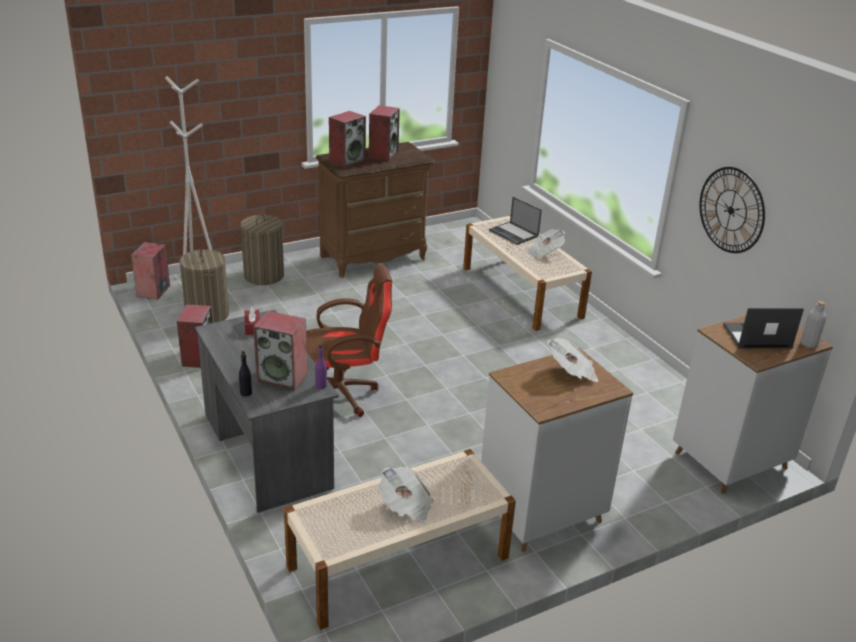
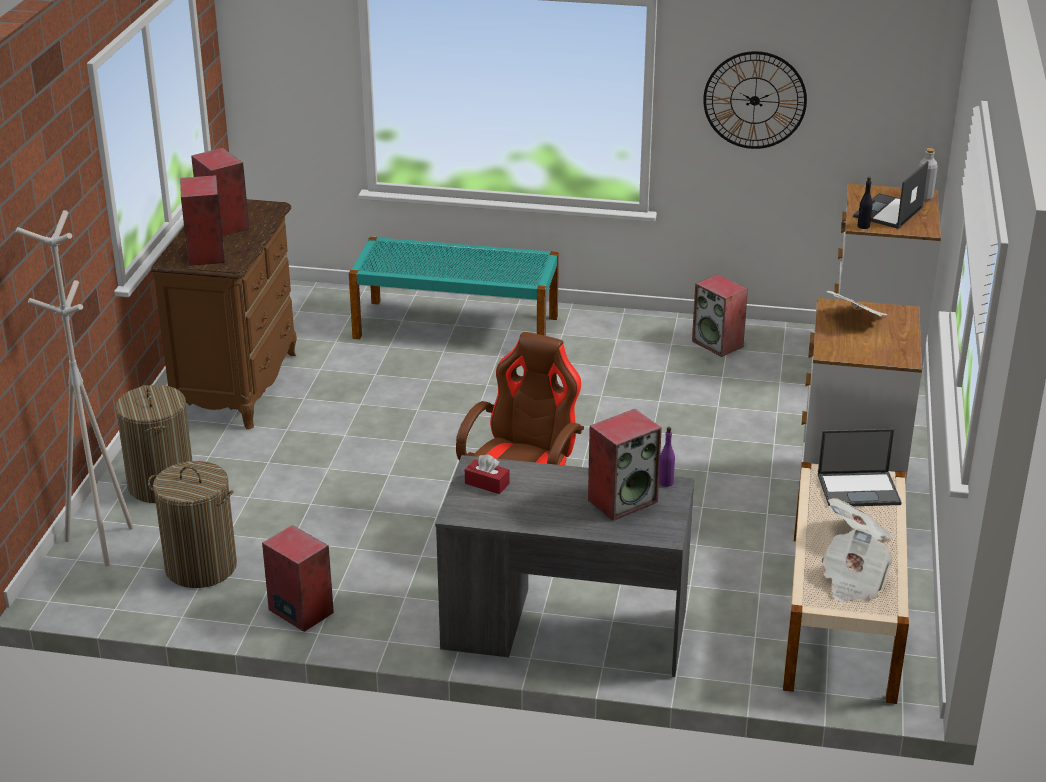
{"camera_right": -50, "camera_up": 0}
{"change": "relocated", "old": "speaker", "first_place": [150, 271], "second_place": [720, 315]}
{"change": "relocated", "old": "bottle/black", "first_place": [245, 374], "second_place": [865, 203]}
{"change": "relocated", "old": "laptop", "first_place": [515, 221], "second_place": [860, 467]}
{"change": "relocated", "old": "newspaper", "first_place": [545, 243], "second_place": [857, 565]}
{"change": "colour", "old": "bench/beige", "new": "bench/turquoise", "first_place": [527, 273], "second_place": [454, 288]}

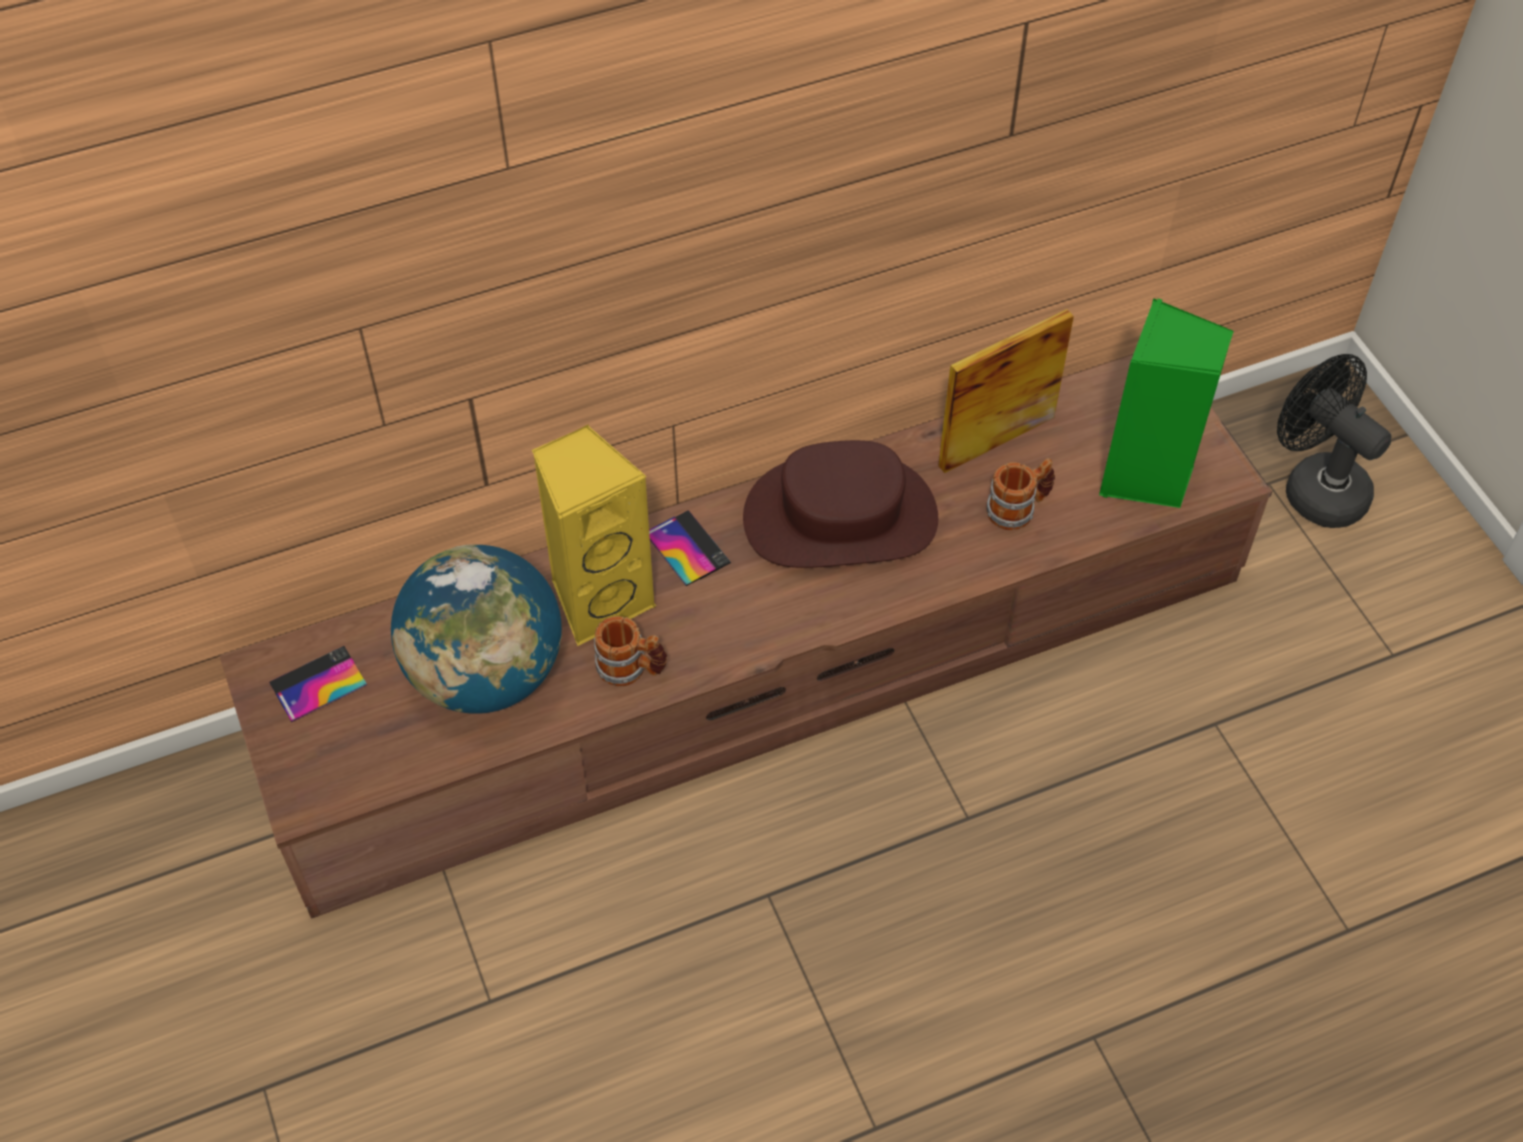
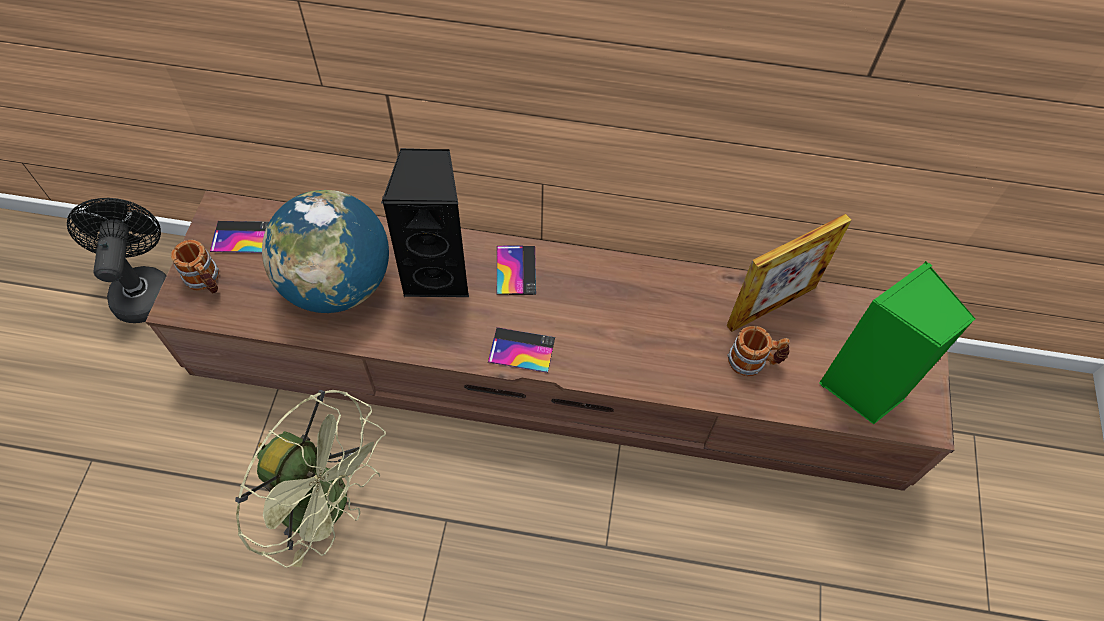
{"camera_right": 30, "camera_up": 5}
{"change": "missing", "old": "hat/brown", "first_place": [840, 504]}
{"change": "appeared", "new": "fan/green", "second_place": [310, 479]}
{"change": "appeared", "new": "phone", "second_place": [521, 350]}
{"change": "relocated", "old": "mug", "first_place": [630, 651], "second_place": [195, 266]}
{"change": "relocated", "old": "fan/black", "first_place": [1334, 441], "second_place": [117, 260]}
{"change": "colour", "old": "speaker/yellow", "new": "speaker/black", "first_place": [594, 535], "second_place": [425, 222]}
{"change": "spun", "old": "picture frame", "first_place": [1006, 391], "second_place": [789, 273], "degrees": 150}

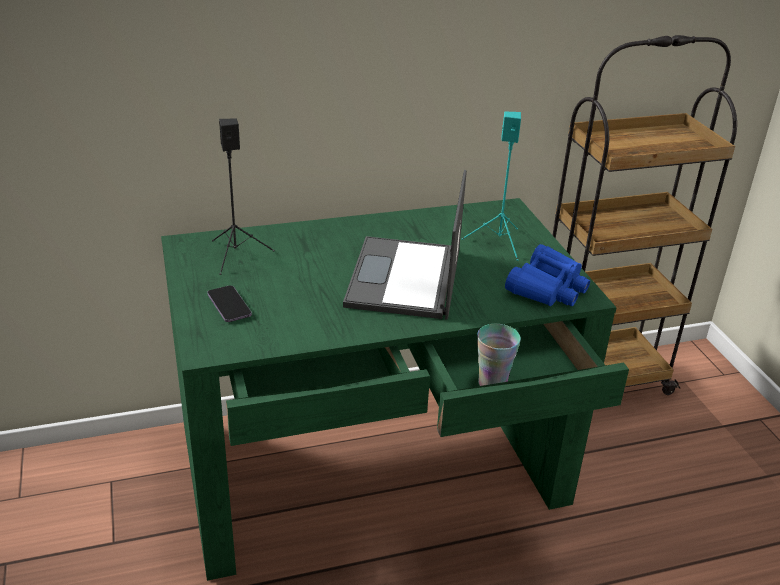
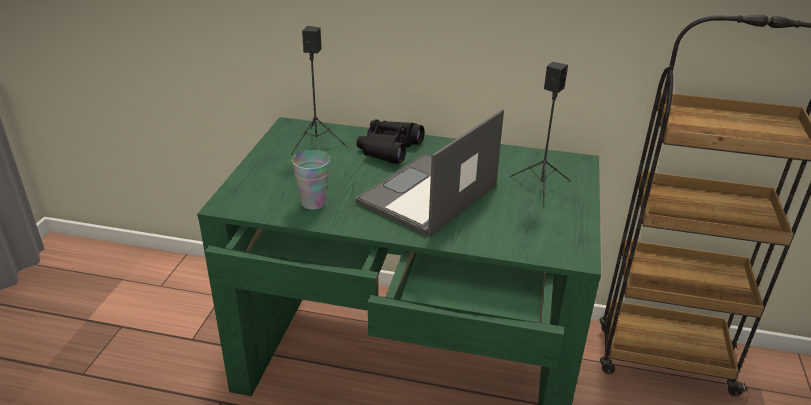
{"camera_right": 30, "camera_up": 0}
{"change": "missing", "old": "phone", "first_place": [229, 303]}
{"change": "missing", "old": "binoculars/blue", "first_place": [547, 275]}
{"change": "appeared", "new": "binoculars/black", "second_place": [390, 141]}
{"change": "relocated", "old": "cup", "first_place": [499, 355], "second_place": [311, 180]}
{"change": "colour", "old": "speaker/turquoise", "new": "speaker/black", "first_place": [491, 186], "second_place": [540, 135]}

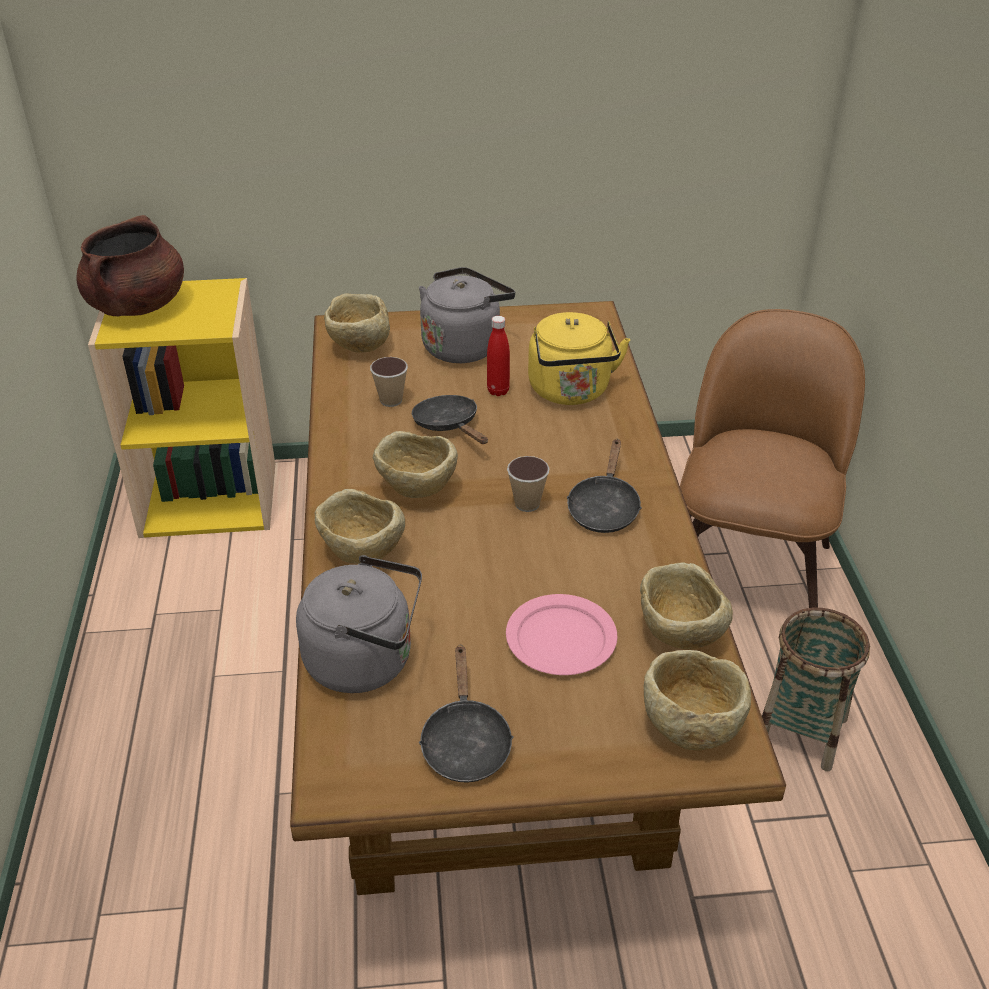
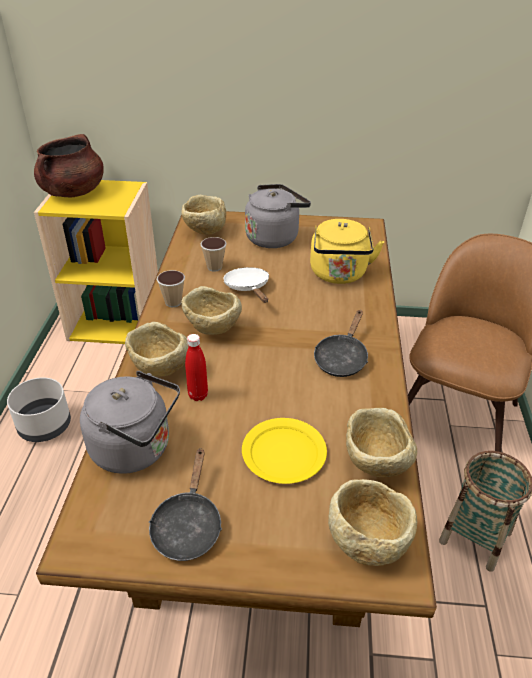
{"camera_right": 10, "camera_up": 0}
{"change": "appeared", "new": "planter/grey", "second_place": [39, 410]}
{"change": "relocated", "old": "bottle/red", "first_place": [498, 356], "second_place": [196, 367]}
{"change": "relocated", "old": "cup", "first_place": [528, 484], "second_place": [171, 288]}
{"change": "colour", "old": "frying pan/black", "new": "frying pan/white", "first_place": [450, 419], "second_place": [246, 285]}
{"change": "colour", "old": "plate/pink", "new": "plate/yellow", "first_place": [561, 634], "second_place": [284, 451]}

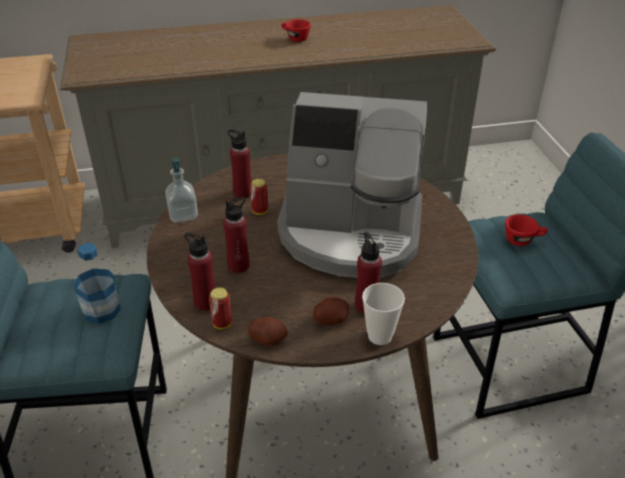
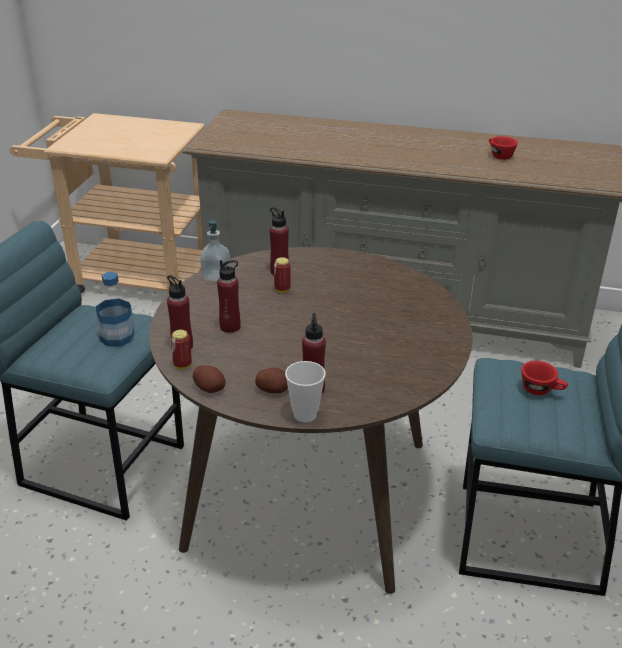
{"camera_right": 25, "camera_up": -5}
{"change": "missing", "old": "coffee machine", "first_place": [352, 185]}
{"change": "relocated", "old": "cup/red", "first_place": [296, 30], "second_place": [503, 148]}

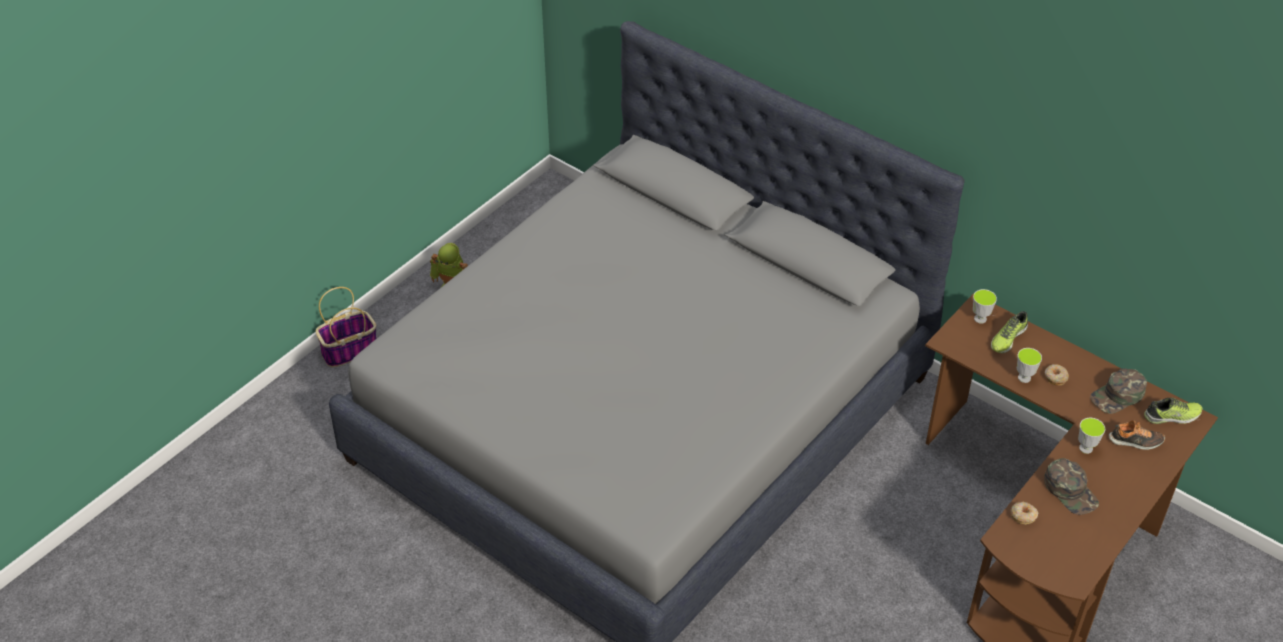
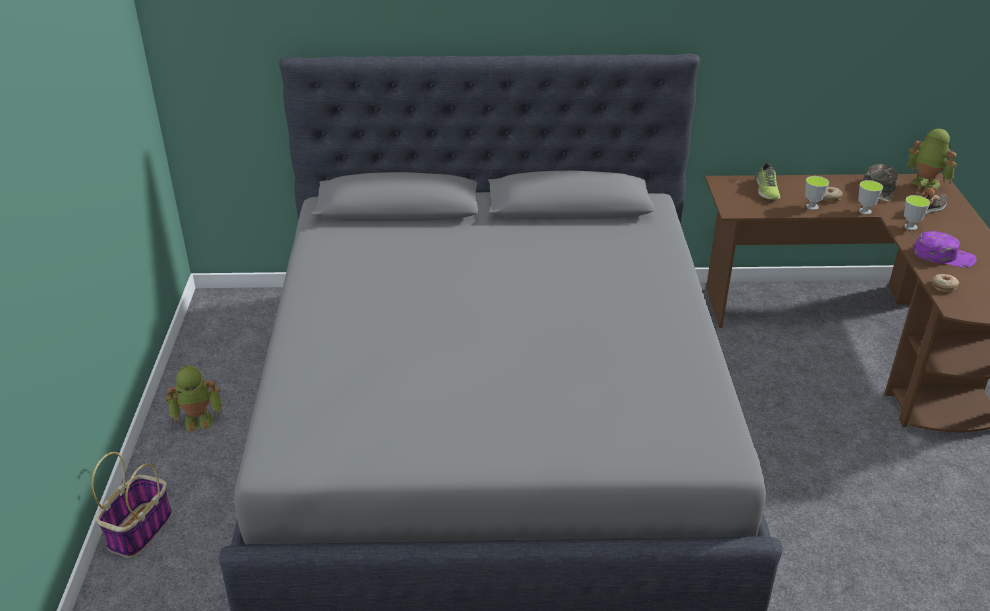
{"camera_right": -40, "camera_up": -10}
{"change": "relocated", "old": "cup", "first_place": [985, 306], "second_place": [870, 197]}
{"change": "exchanged", "old": "shoe", "new": "toy robot", "first_place": [1173, 411], "second_place": [932, 159]}
{"change": "colour", "old": "cap/green", "new": "cap/purple", "first_place": [1071, 486], "second_place": [944, 249]}

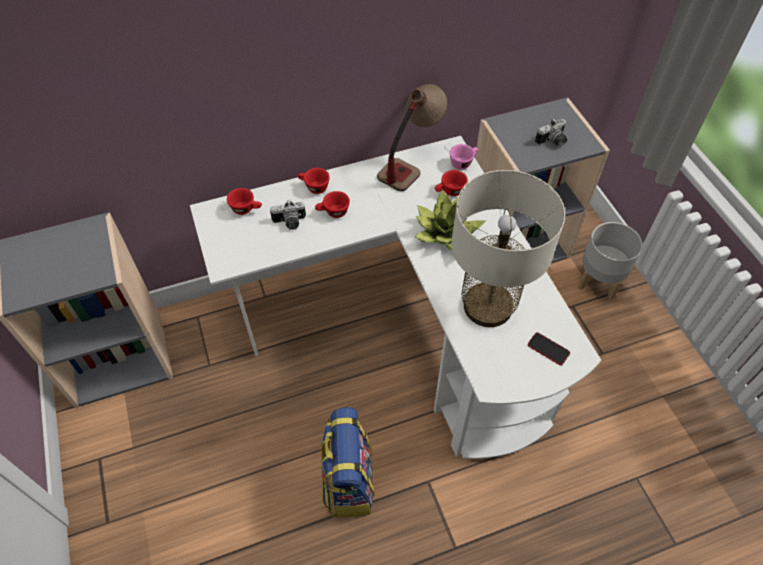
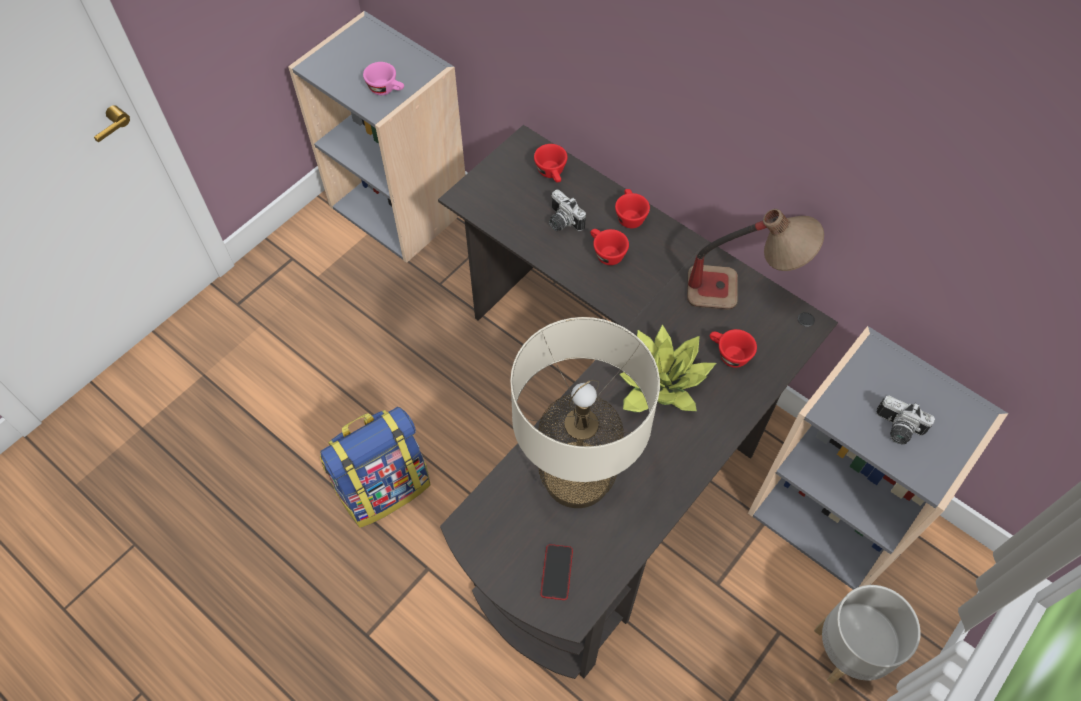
{"camera_right": 60, "camera_up": 5}
{"change": "relocated", "old": "cup/pink", "first_place": [463, 157], "second_place": [383, 78]}
{"change": "colour", "old": "desk/white", "new": "desk/black", "first_place": [395, 297], "second_place": [638, 402]}

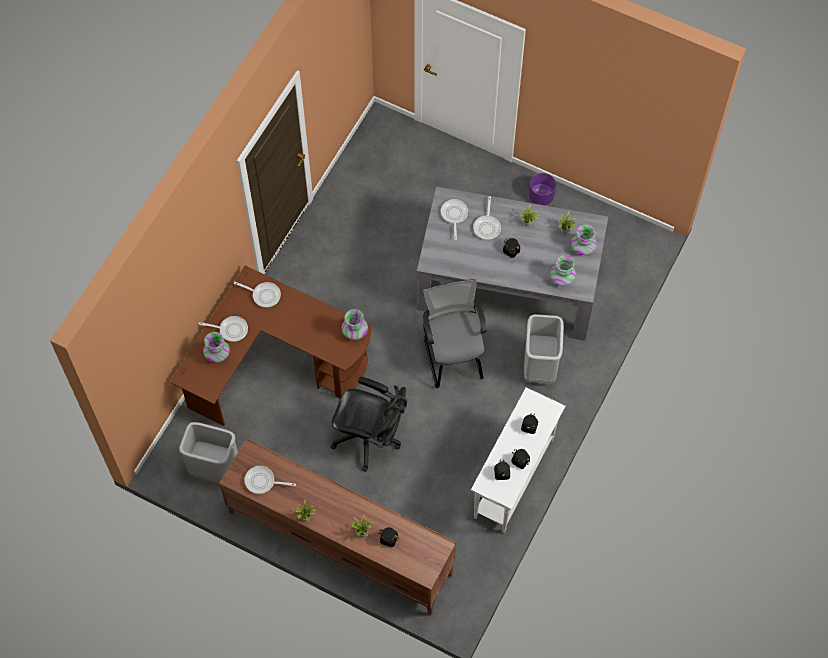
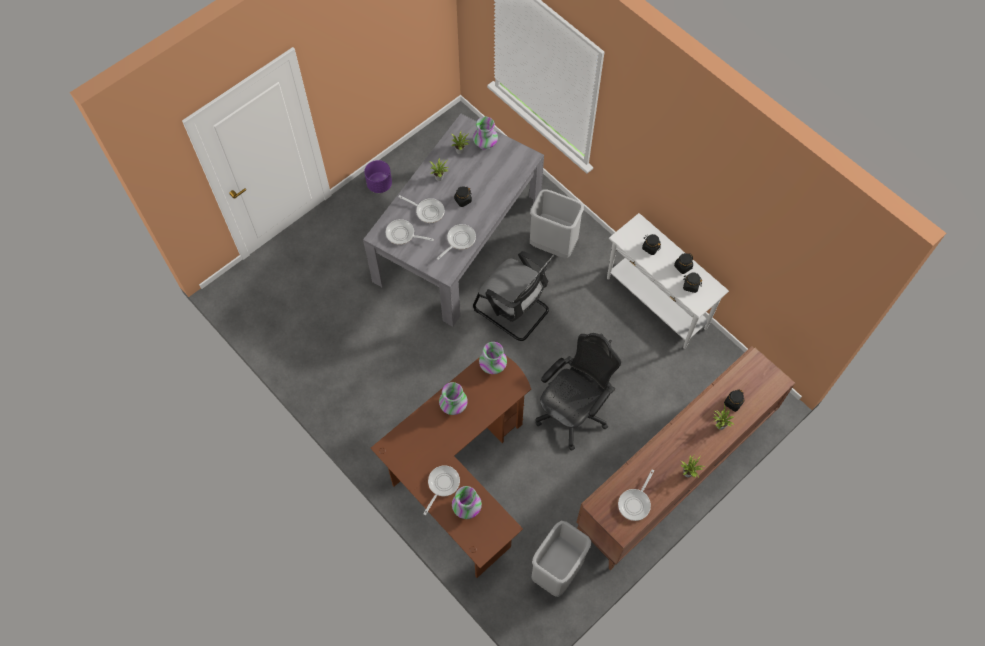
{"camera_right": -70, "camera_up": 0}
{"change": "relocated", "old": "frying pan", "first_place": [257, 295], "second_place": [456, 242]}
{"change": "relocated", "old": "vase", "first_place": [563, 270], "second_place": [453, 398]}
{"change": "spun", "old": "chair", "first_place": [455, 333], "second_place": [513, 296], "degrees": -150}

